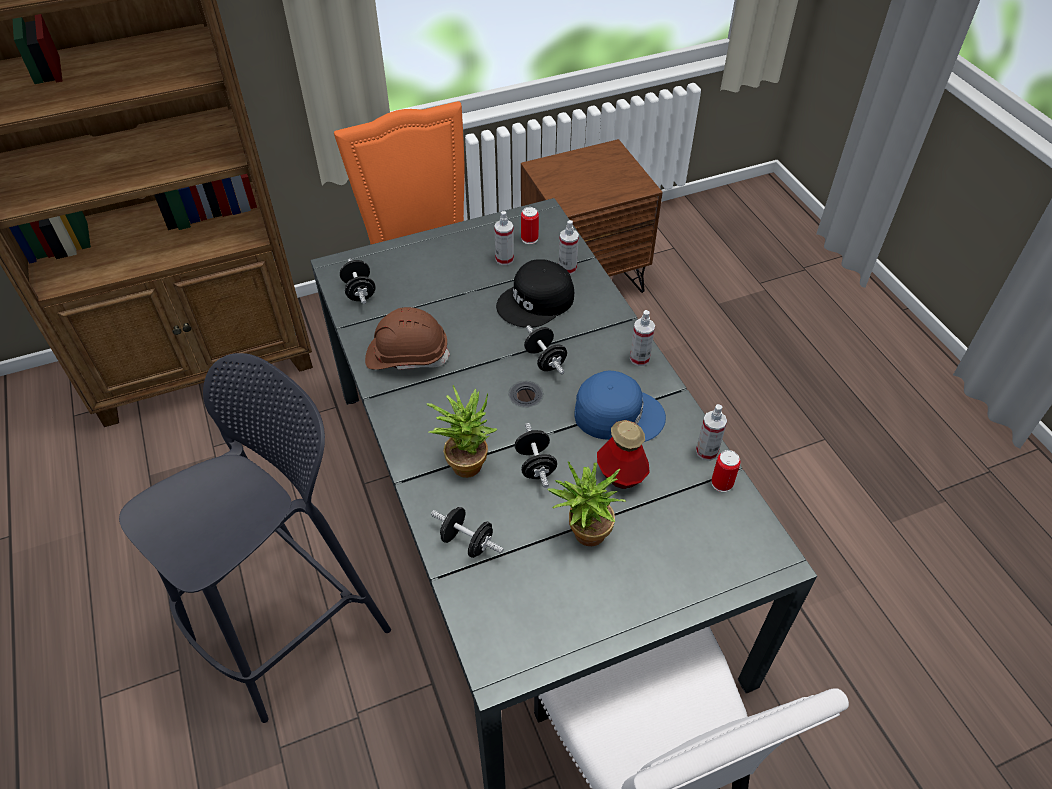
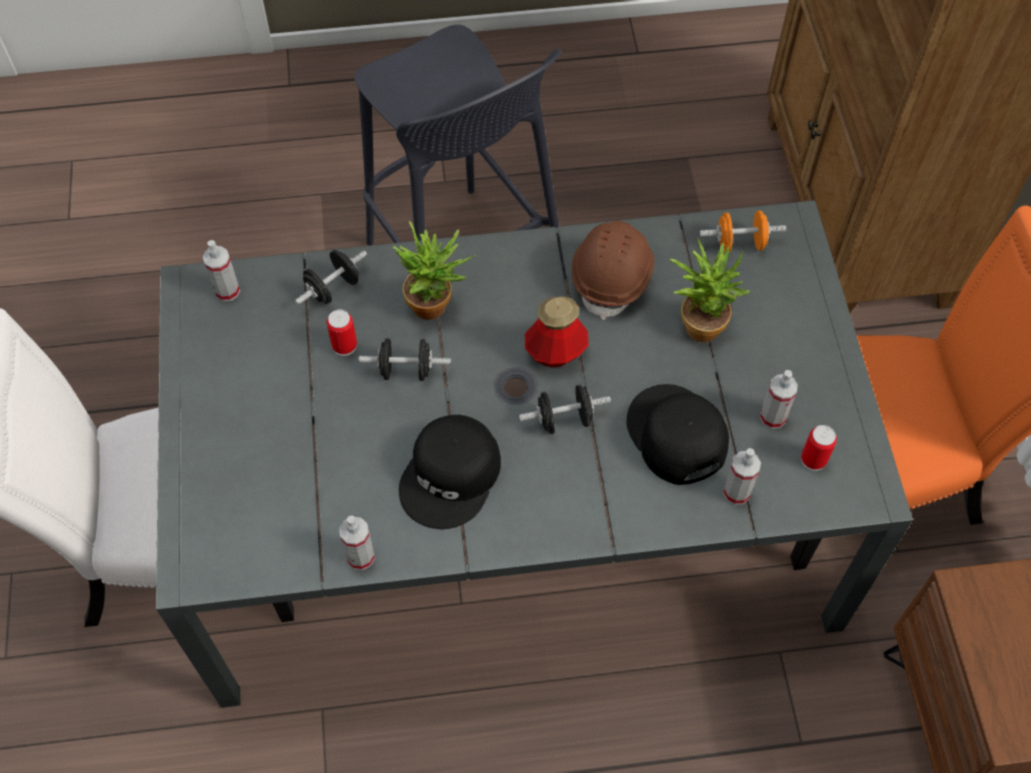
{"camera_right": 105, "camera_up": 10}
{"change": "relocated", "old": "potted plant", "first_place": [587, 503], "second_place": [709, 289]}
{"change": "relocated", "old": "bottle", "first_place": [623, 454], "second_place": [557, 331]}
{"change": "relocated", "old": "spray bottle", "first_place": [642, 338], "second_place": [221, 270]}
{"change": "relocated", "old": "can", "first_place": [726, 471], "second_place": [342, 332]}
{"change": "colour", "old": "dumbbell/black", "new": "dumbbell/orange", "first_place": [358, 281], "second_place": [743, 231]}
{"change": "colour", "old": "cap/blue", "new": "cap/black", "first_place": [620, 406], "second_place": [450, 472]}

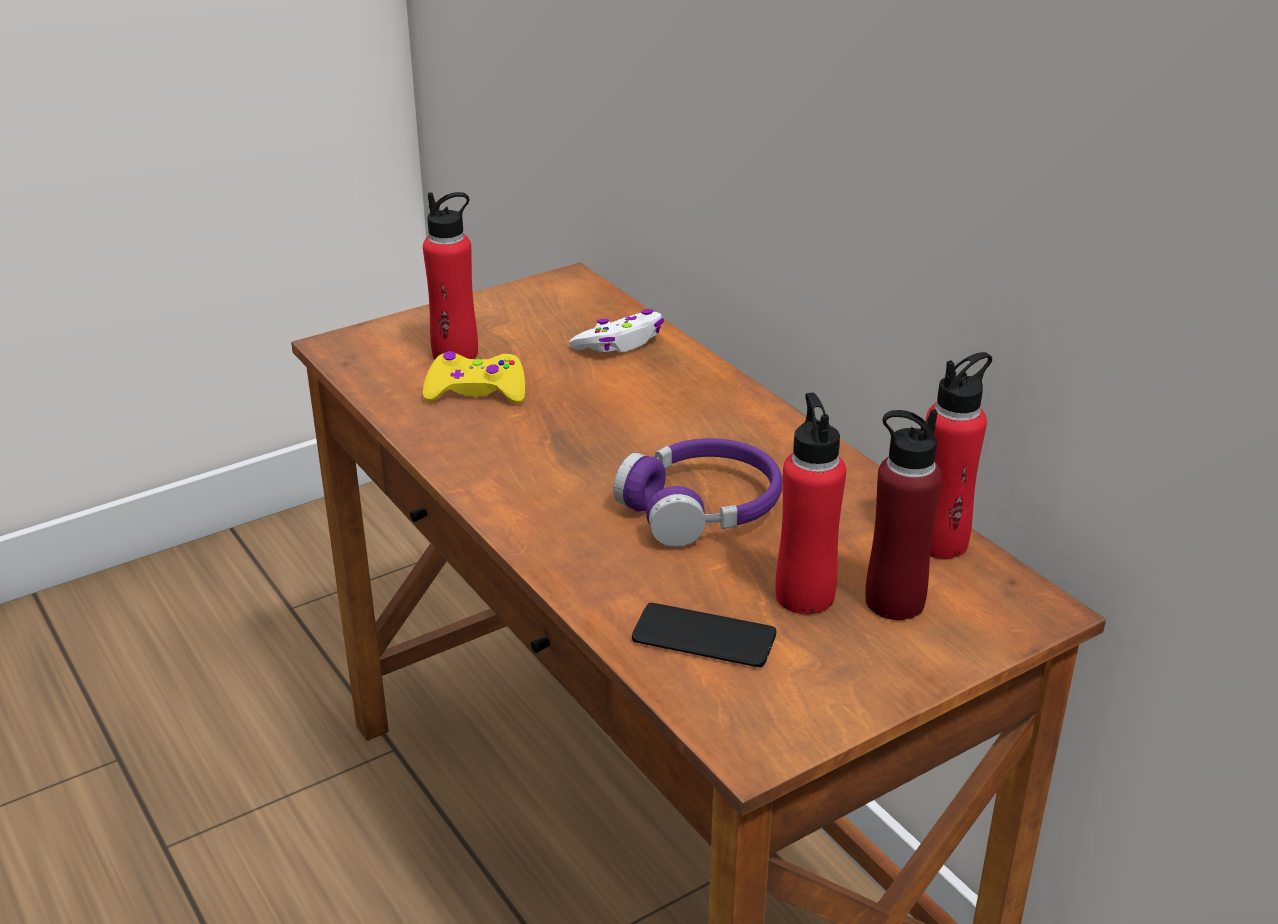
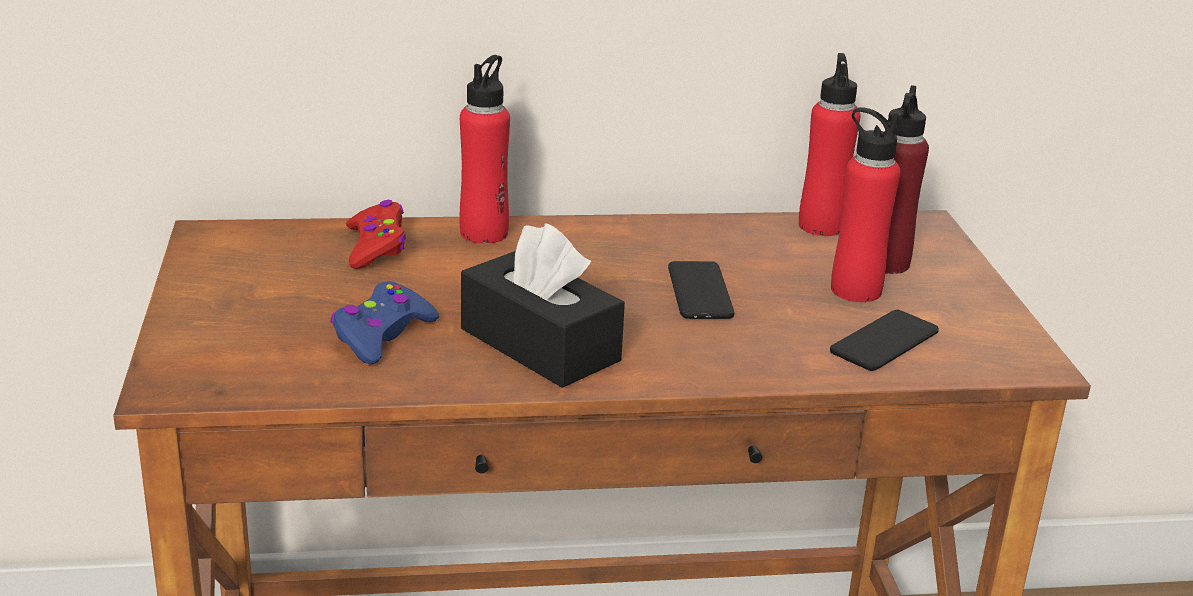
{"camera_right": -65, "camera_up": -5}
{"change": "appeared", "new": "tissue box/black", "second_place": [543, 305]}
{"change": "relocated", "old": "bottle/red", "first_place": [450, 275], "second_place": [484, 149]}
{"change": "exchanged", "old": "headphones/purple", "new": "phone", "first_place": [697, 492], "second_place": [701, 290]}
{"change": "colour", "old": "game controller/yellow", "new": "game controller/blue", "first_place": [474, 377], "second_place": [384, 322]}
{"change": "colour", "old": "game controller/white", "new": "game controller/red", "first_place": [616, 330], "second_place": [376, 234]}

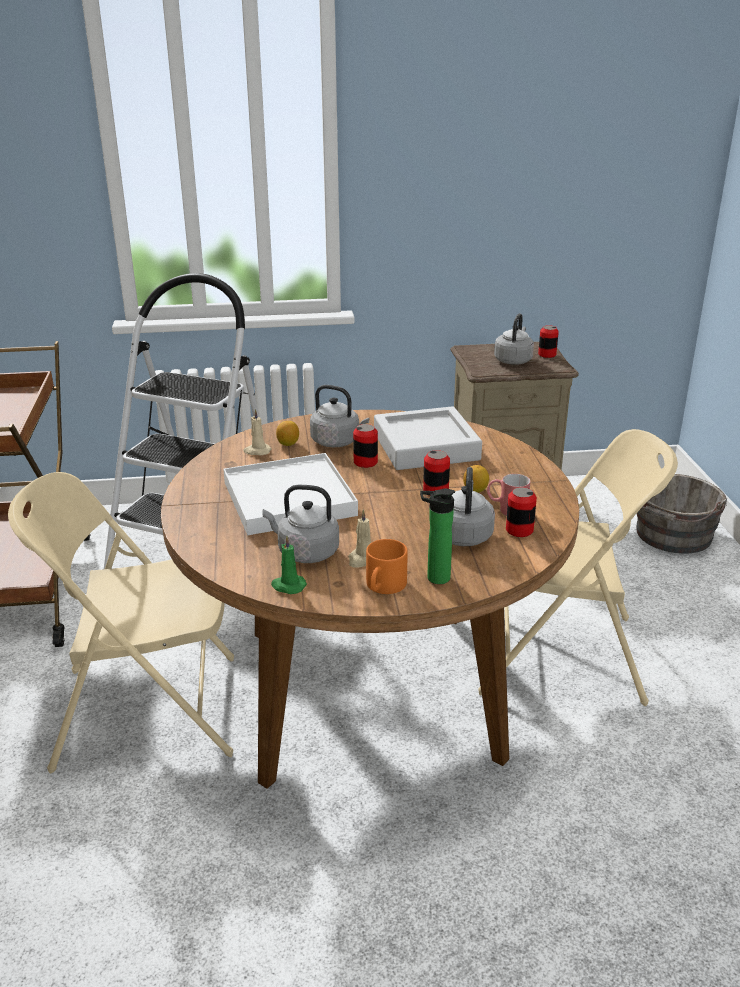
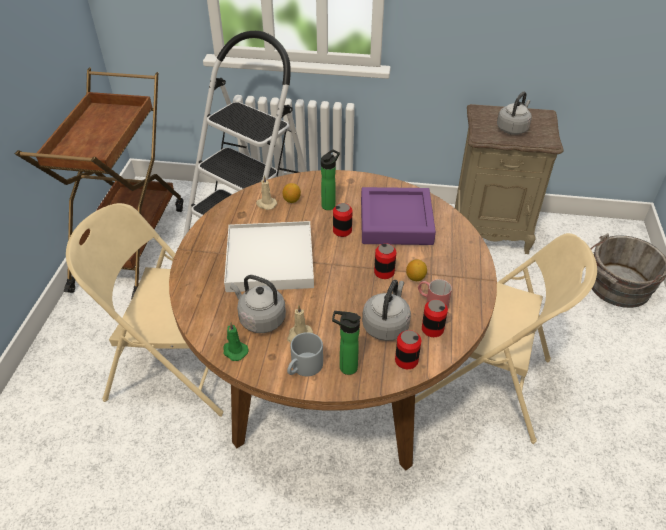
{"camera_right": 15, "camera_up": 15}
{"change": "relocated", "old": "can", "first_place": [548, 341], "second_place": [408, 349]}
{"change": "exchanged", "old": "kettle/grey", "new": "bottle", "first_place": [339, 416], "second_place": [330, 179]}
{"change": "colour", "old": "mug/orange", "new": "mug/grey", "first_place": [387, 566], "second_place": [305, 354]}
{"change": "colour", "old": "tray/grey", "new": "tray/purple", "first_place": [428, 438], "second_place": [398, 216]}

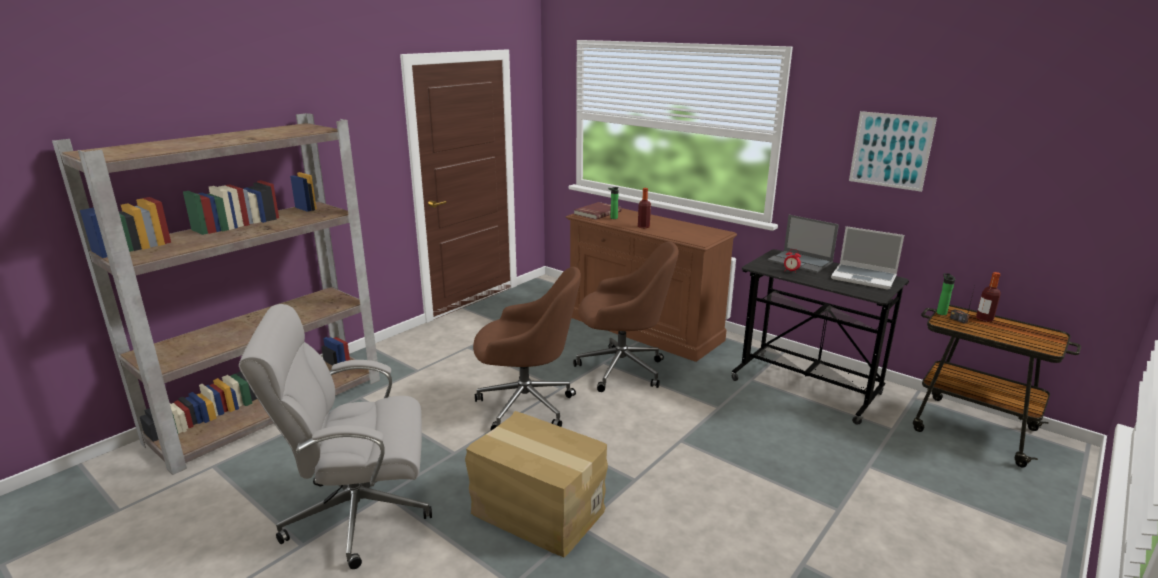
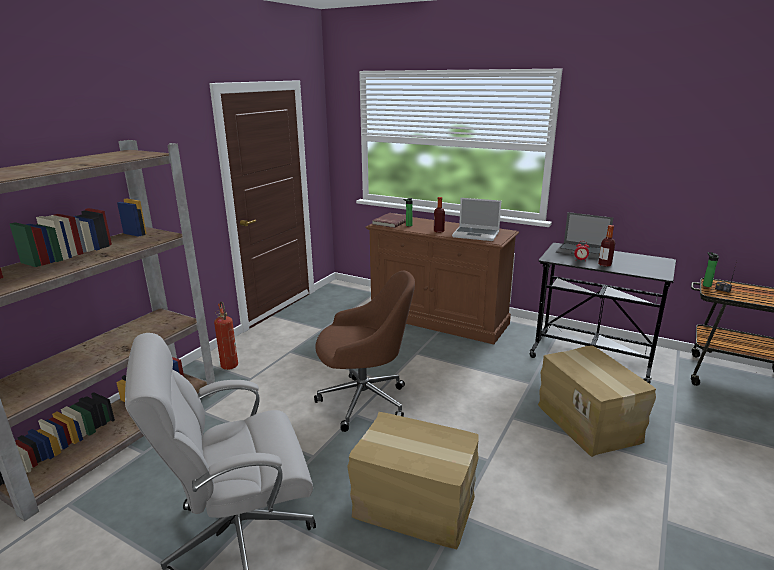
{"camera_right": -10, "camera_up": 0}
{"change": "missing", "old": "office chair/brown", "first_place": [626, 317]}
{"change": "missing", "old": "picture", "first_place": [893, 151]}
{"change": "appeared", "new": "fire extinguisher", "second_place": [226, 335]}
{"change": "appeared", "new": "cardboard box", "second_place": [597, 401]}
{"change": "relocated", "old": "laptop", "first_place": [867, 258], "second_place": [476, 219]}
{"change": "relocated", "old": "bottle", "first_place": [988, 297], "second_place": [606, 246]}

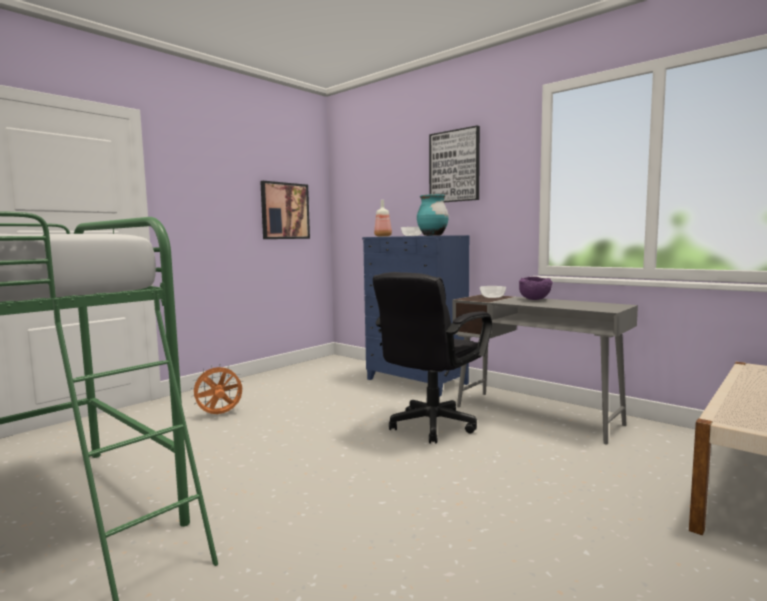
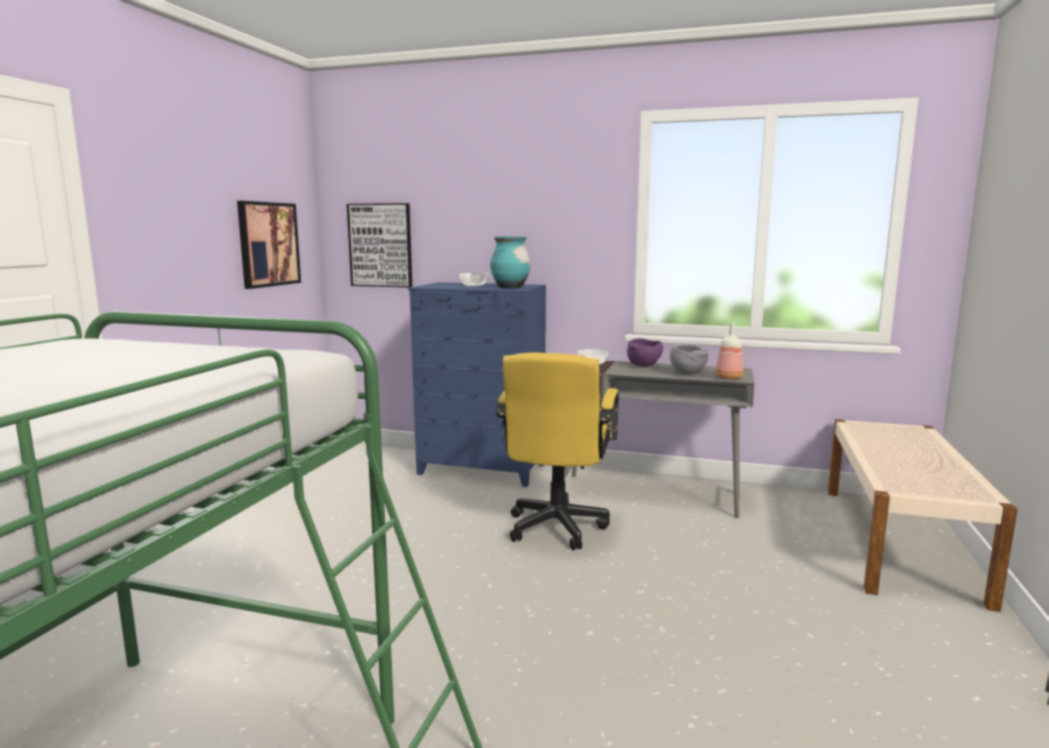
{"camera_right": -25, "camera_up": 5}
{"change": "missing", "old": "fan/orange", "first_place": [217, 389]}
{"change": "appeared", "new": "bowl/grey", "second_place": [689, 359]}
{"change": "relocated", "old": "bottle", "first_place": [383, 218], "second_place": [729, 351]}
{"change": "relocated", "old": "picture", "first_place": [454, 164], "second_place": [379, 245]}
{"change": "colour", "old": "office chair/black", "new": "office chair/yellow", "first_place": [432, 358], "second_place": [557, 451]}

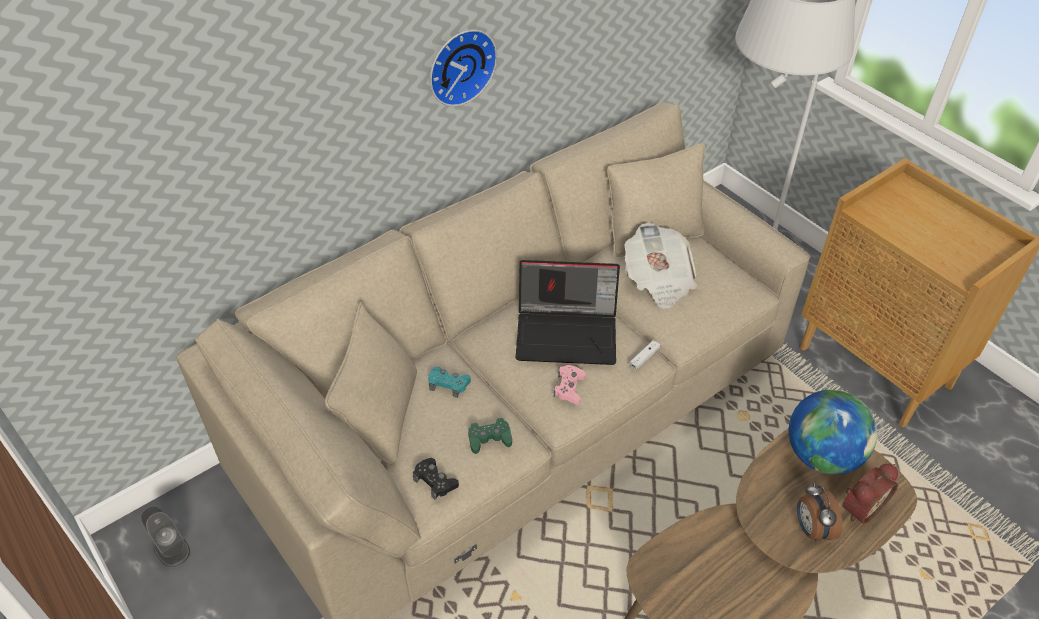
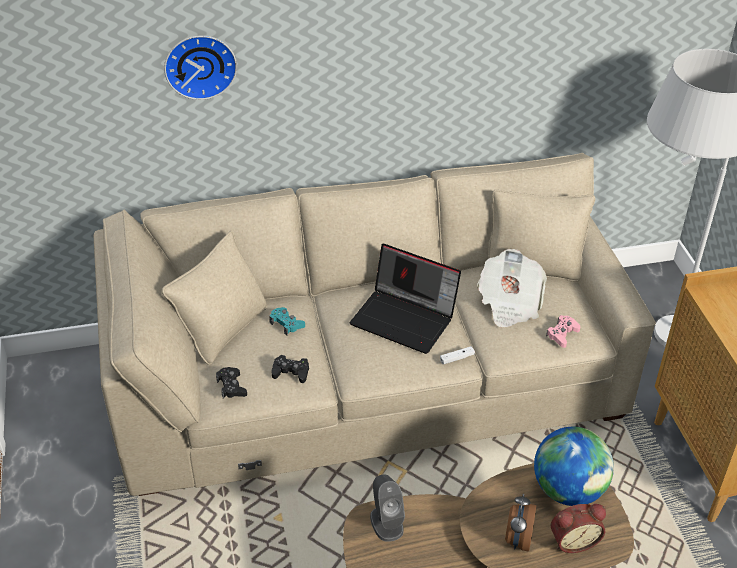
{"camera_right": 25, "camera_up": -5}
{"change": "relocated", "old": "speaker/grey", "first_place": [165, 537], "second_place": [387, 508]}
{"change": "relocated", "old": "wall clock", "first_place": [463, 68], "second_place": [200, 68]}
{"change": "relocated", "old": "game controller/pink", "first_place": [570, 385], "second_place": [563, 331]}
{"change": "colour", "old": "game controller/green", "new": "game controller/black", "first_place": [490, 436], "second_place": [290, 369]}

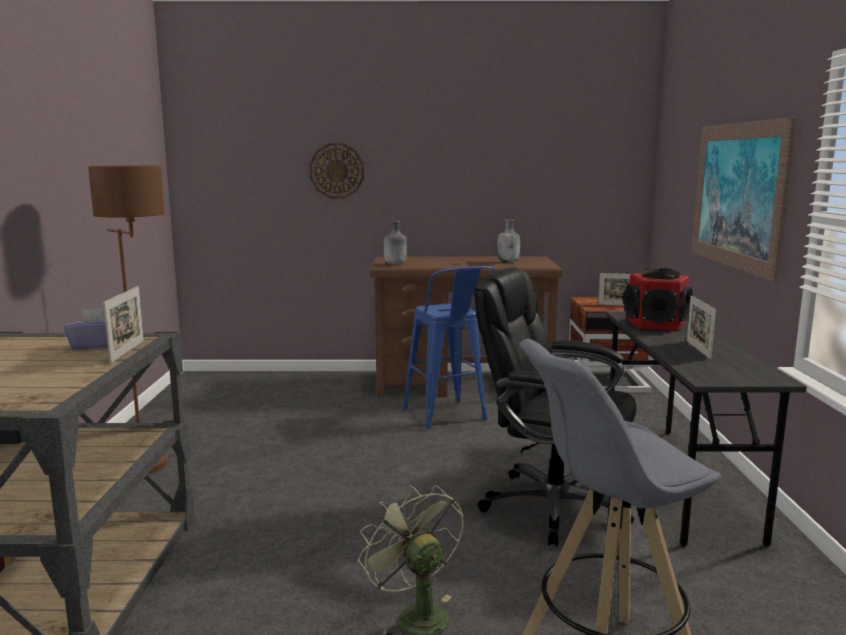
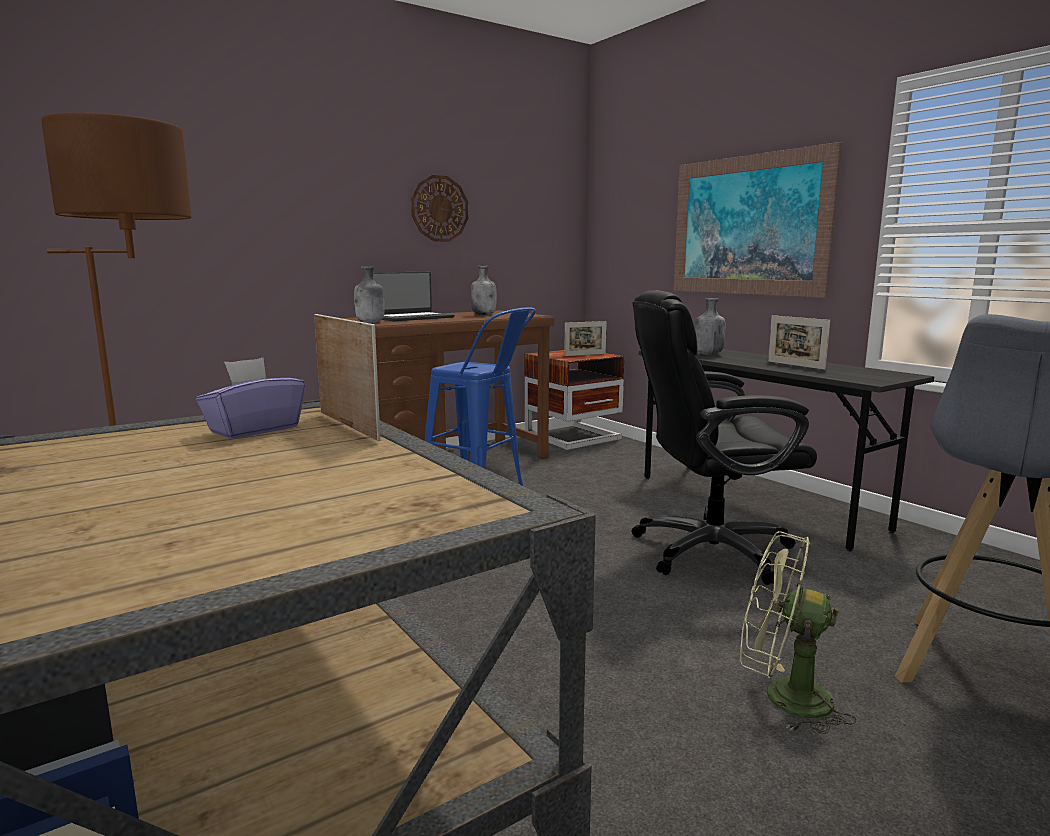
{"camera_right": -35, "camera_up": 0}
{"change": "appeared", "new": "laptop", "second_place": [413, 296]}
{"change": "relocated", "old": "wall clock", "first_place": [336, 171], "second_place": [439, 208]}
{"change": "exchanged", "old": "speaker", "new": "bottle/grey", "first_place": [658, 299], "second_place": [710, 326]}

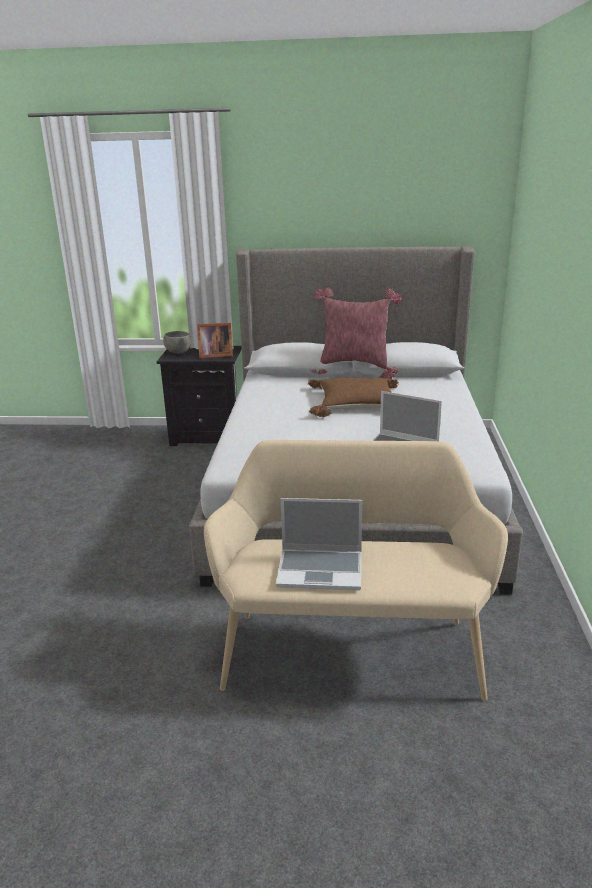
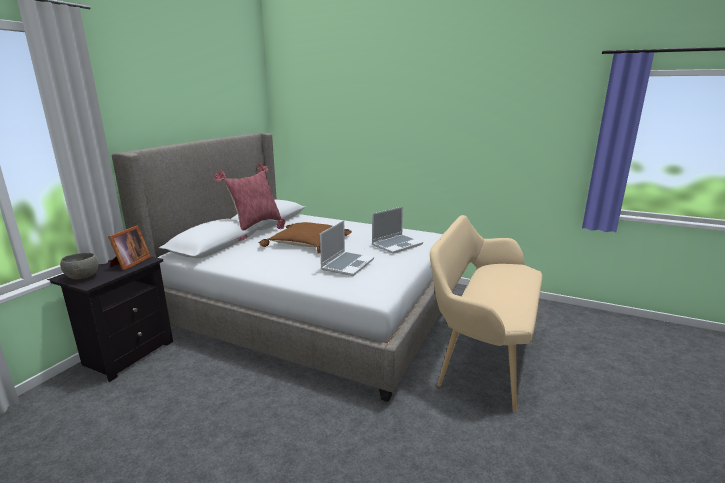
{"camera_right": -70, "camera_up": -5}
{"change": "relocated", "old": "laptop", "first_place": [319, 544], "second_place": [347, 248]}

